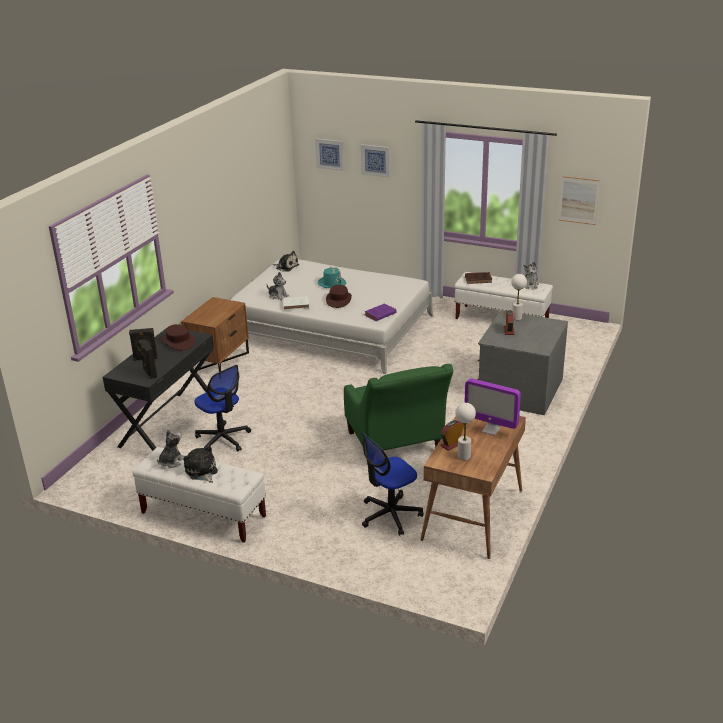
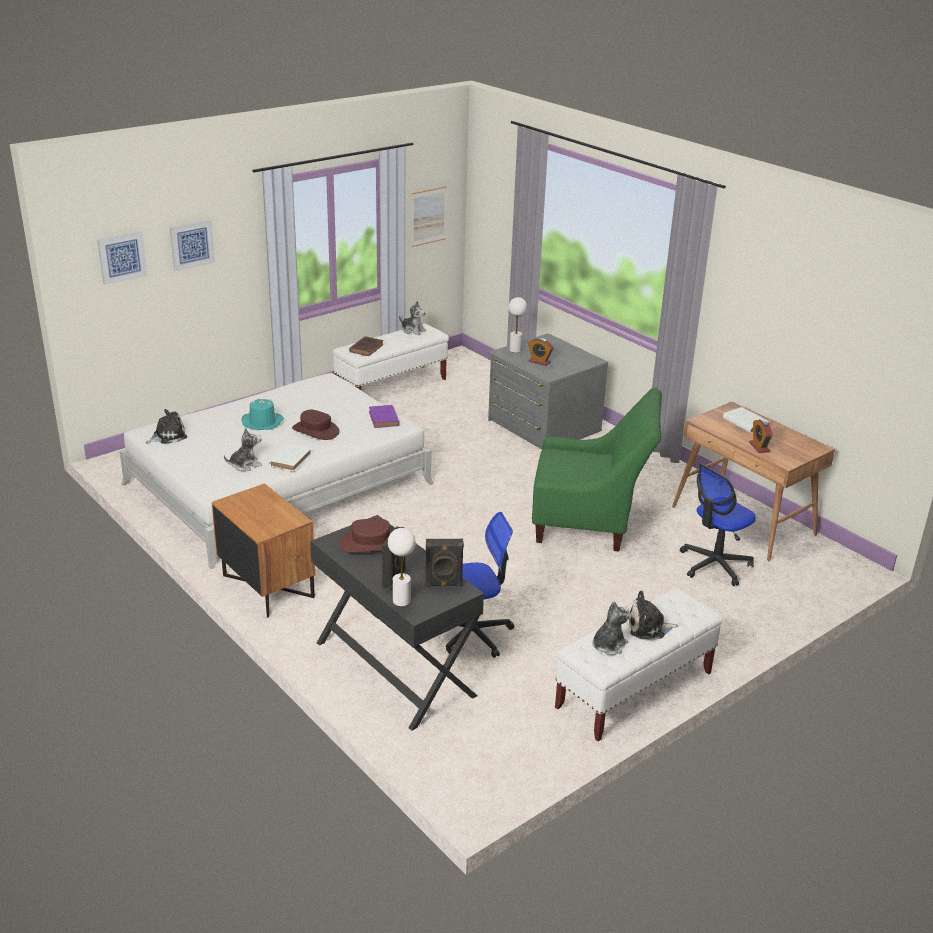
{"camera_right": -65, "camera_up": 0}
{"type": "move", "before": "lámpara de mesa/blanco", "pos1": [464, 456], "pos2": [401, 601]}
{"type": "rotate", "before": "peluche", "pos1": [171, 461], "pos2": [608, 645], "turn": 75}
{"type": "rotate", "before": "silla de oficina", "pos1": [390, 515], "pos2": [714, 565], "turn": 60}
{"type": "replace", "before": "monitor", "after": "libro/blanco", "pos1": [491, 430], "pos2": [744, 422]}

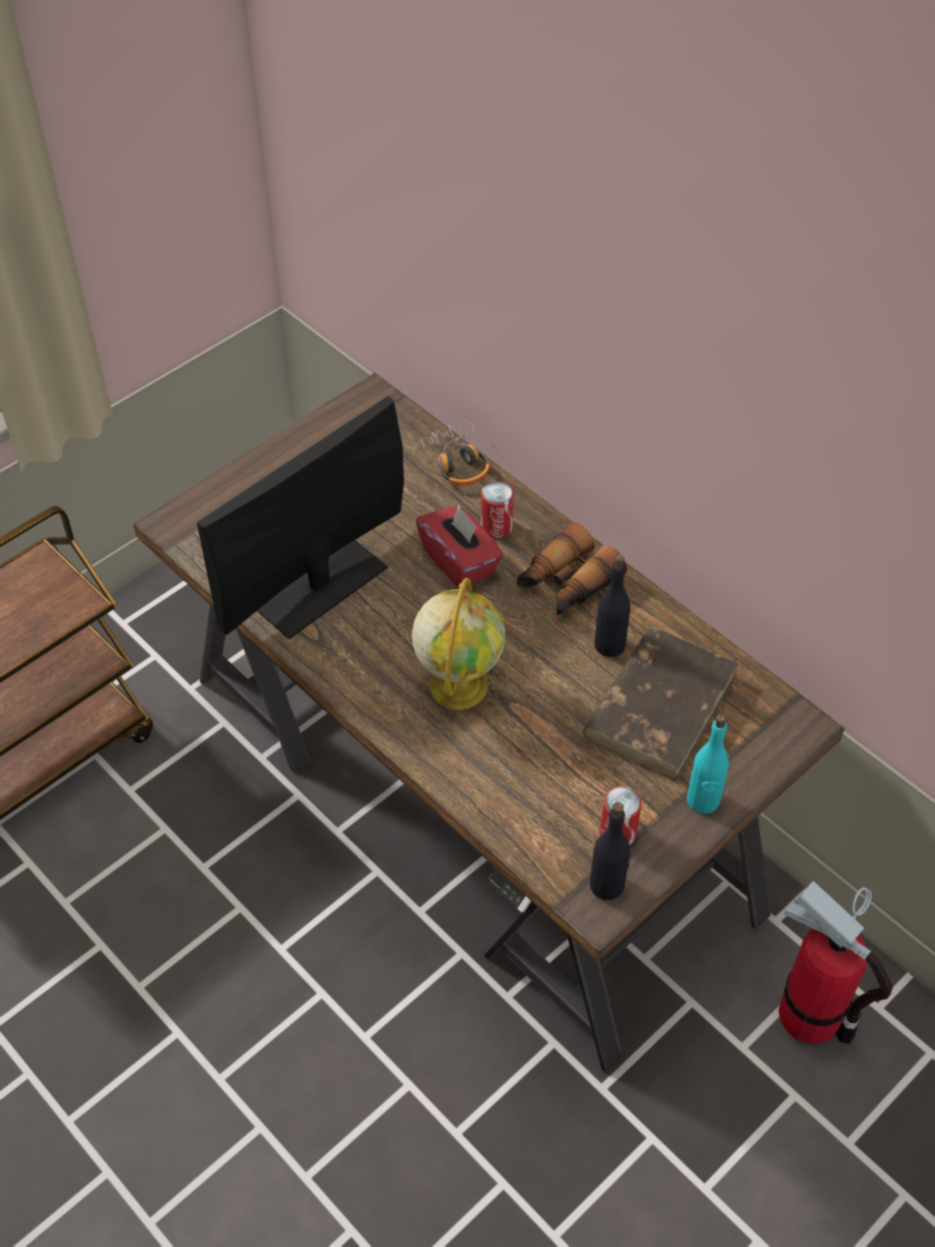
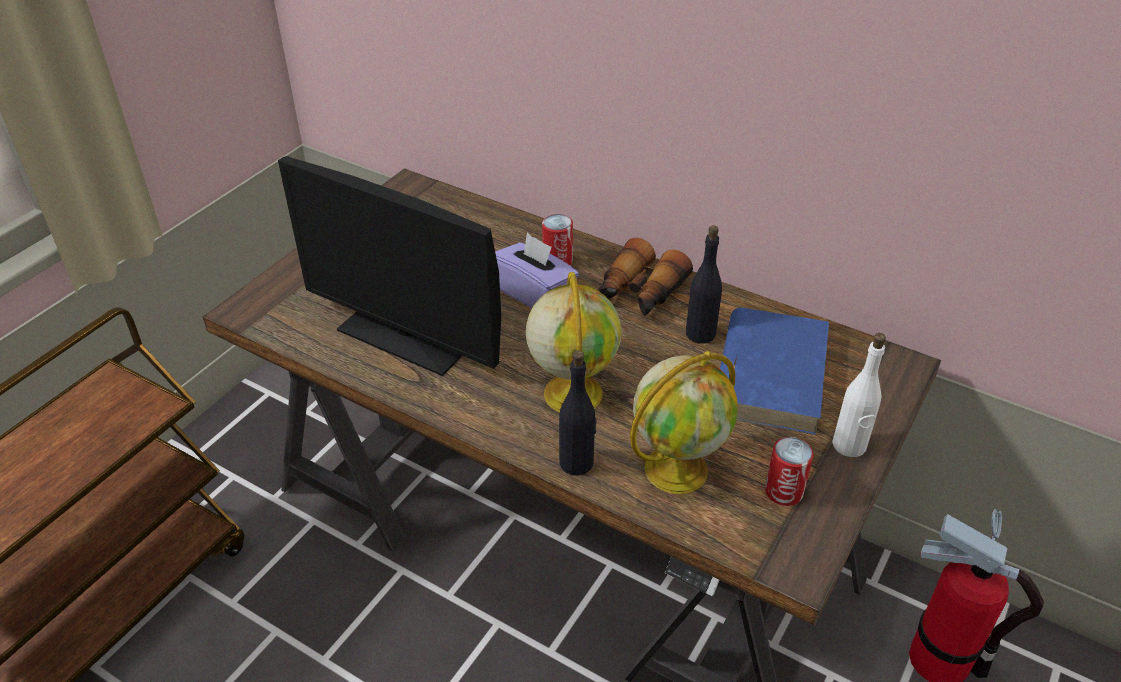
{"camera_right": -15, "camera_up": -10}
{"type": "rotate", "before": "monitor", "pos1": [319, 586], "pos2": [406, 335], "turn": -90}
{"type": "recolor", "before": "caja de pañuelos/rojo", "after": "caja de pañuelos/morado", "pos1": [460, 562], "pos2": [534, 293]}
{"type": "move", "before": "botella/negro", "pos1": [607, 885], "pos2": [577, 462]}
{"type": "insert", "after": "globo terráqueo", "pos2": [677, 468]}
{"type": "recolor", "before": "libro/marrón", "after": "libro/azul", "pos1": [661, 706], "pos2": [770, 374]}
{"type": "recolor", "before": "botella/turquesa", "after": "botella/blanco", "pos1": [703, 800], "pos2": [849, 445]}
{"type": "delete", "before": "auriculares", "pos1": [456, 462]}

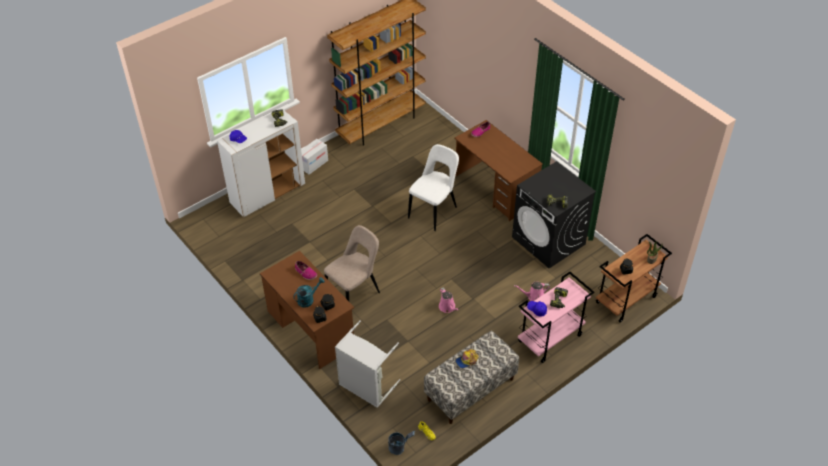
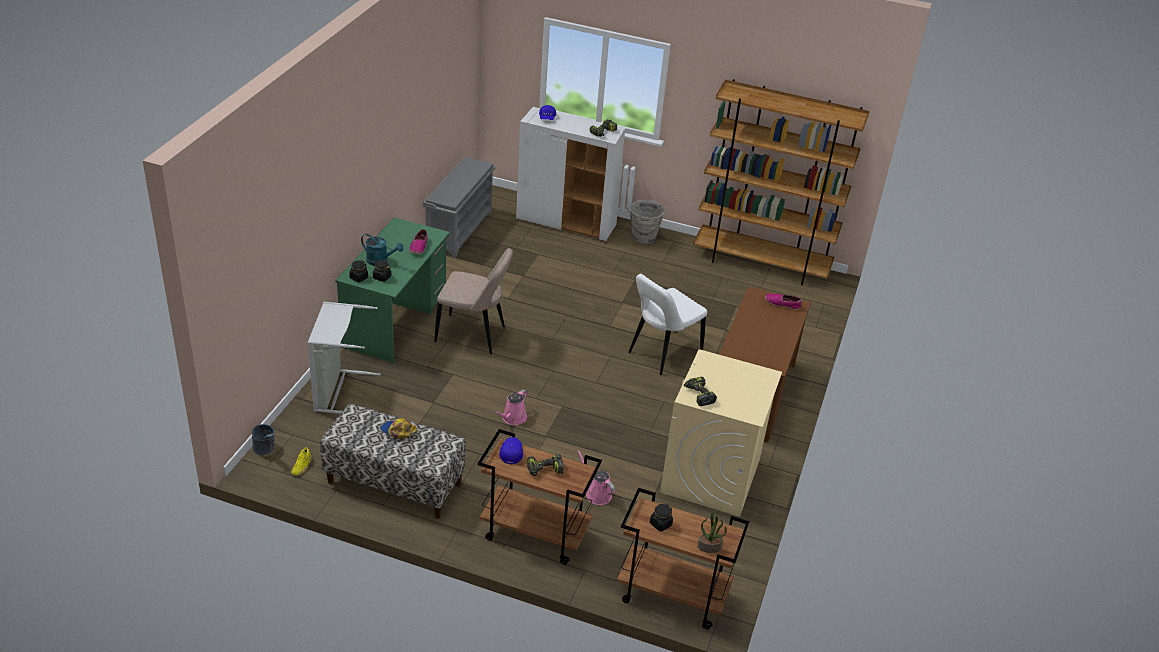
{"camera_right": 55, "camera_up": -10}
{"type": "recolor", "before": "escritorio/marrón", "after": "escritorio/verde", "pos1": [310, 328], "pos2": [395, 321]}
{"type": "insert", "after": "zapatero/gris", "pos2": [459, 230]}
{"type": "recolor", "before": "carrito/rosa", "after": "carrito/marrón", "pos1": [550, 339], "pos2": [534, 534]}
{"type": "replace", "before": "caja de cartón", "after": "cubo/gris", "pos1": [313, 164], "pos2": [643, 237]}
{"type": "rotate", "before": "silla/blanco", "pos1": [434, 211], "pos2": [662, 354], "turn": 135}
{"type": "recolor", "before": "lavadora/negro", "after": "lavadora/beis", "pos1": [549, 241], "pos2": [710, 476]}

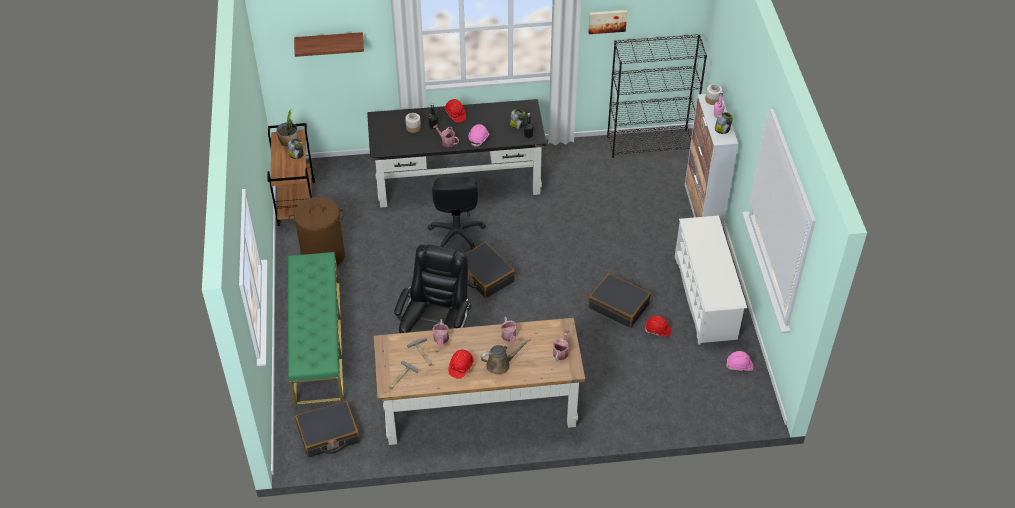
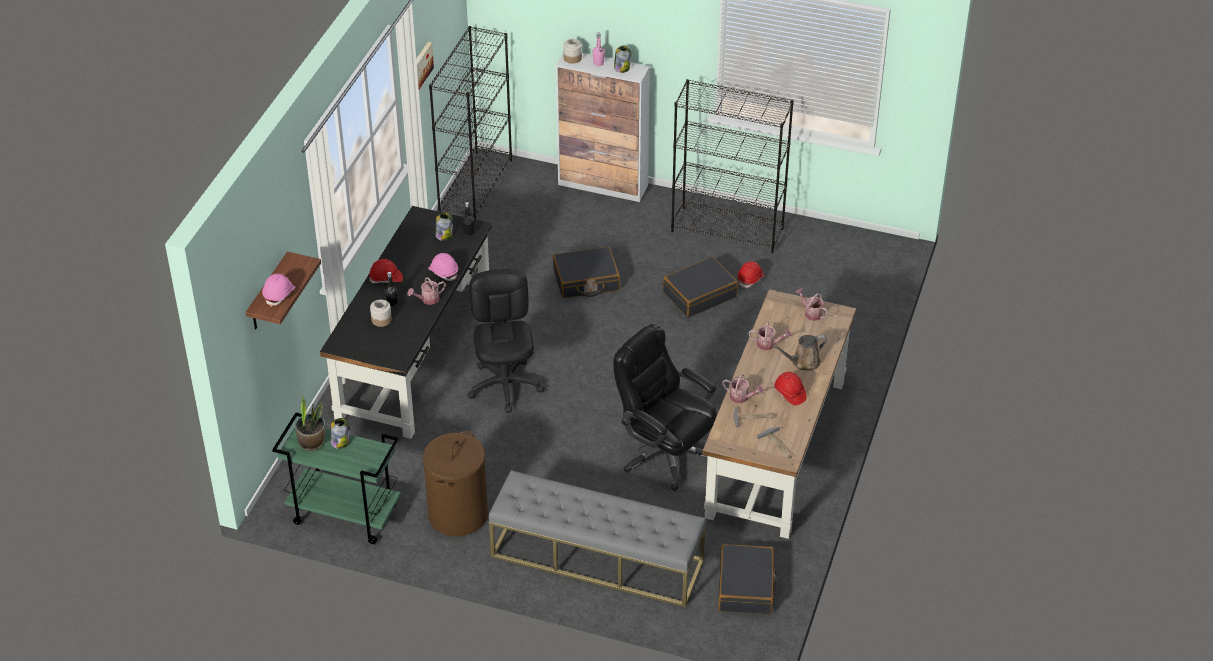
{"camera_right": -65, "camera_up": -5}
{"type": "move", "before": "casco/rosa", "pos1": [739, 365], "pos2": [279, 294]}
{"type": "recolor", "before": "carrito/marrón", "after": "carrito/verde", "pos1": [296, 203], "pos2": [343, 515]}
{"type": "rotate", "before": "silla de oficina/negro", "pos1": [456, 234], "pos2": [505, 385], "turn": -120}
{"type": "recolor", "before": "banco/verde", "after": "banco/gris", "pos1": [317, 341], "pos2": [596, 558]}
{"type": "move", "before": "maleta/negro", "pos1": [485, 276], "pos2": [586, 281]}
{"type": "replace", "before": "zapatero/blanco", "after": "estantería/negro", "pos1": [705, 298], "pos2": [728, 230]}
{"type": "rotate", "before": "regadera/marrón", "pos1": [500, 364], "pos2": [803, 362], "turn": -120}

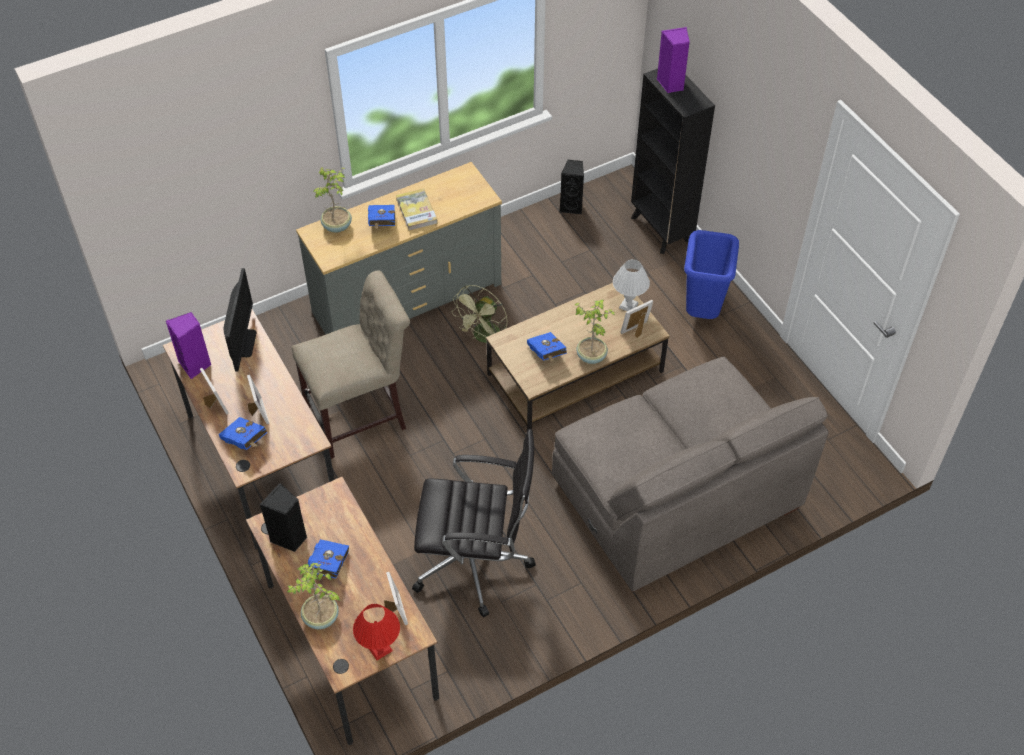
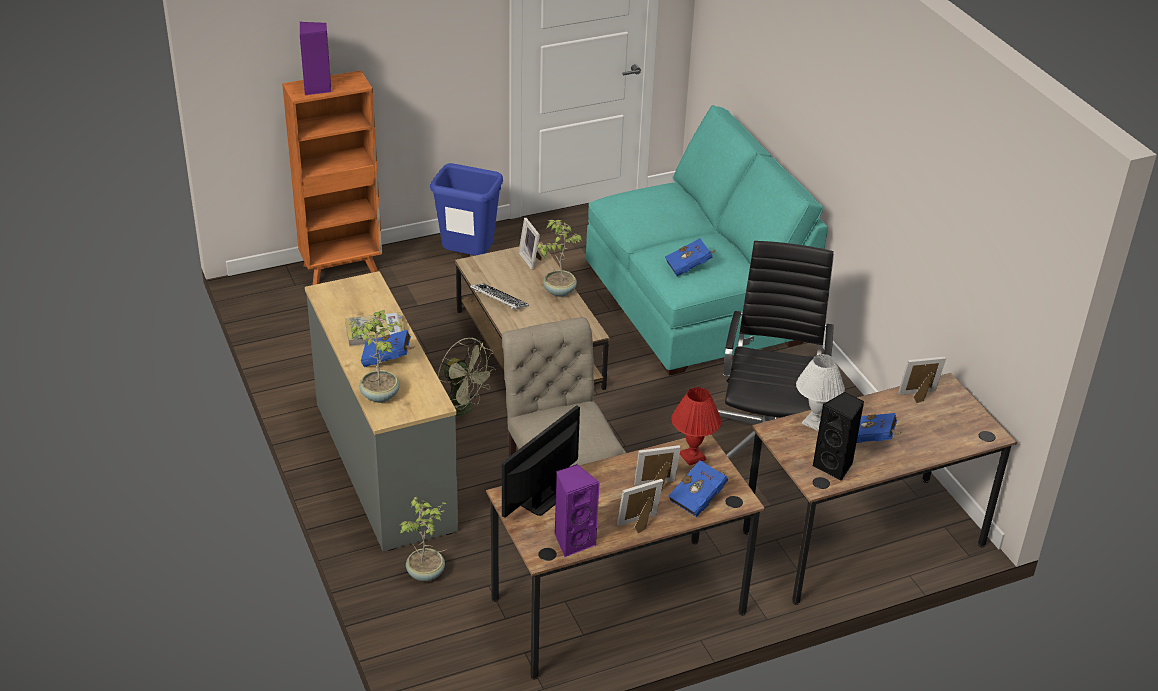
{"camera_right": -85, "camera_up": -15}
{"type": "recolor", "before": "estantería/negro", "after": "estantería/naranja", "pos1": [661, 230], "pos2": [342, 269]}
{"type": "move", "before": "planta en maceta", "pos1": [320, 618], "pos2": [426, 573]}
{"type": "insert", "after": "teclado", "pos2": [499, 300]}
{"type": "rotate", "before": "monitor", "pos1": [242, 343], "pos2": [543, 498], "turn": -60}
{"type": "recolor", "before": "sofá/gris", "after": "sofá/turquesa", "pos1": [675, 494], "pos2": [693, 305]}
{"type": "move", "before": "libro/azul", "pos1": [546, 354], "pos2": [690, 267]}
{"type": "move", "before": "lámpara de mesa/rojo", "pos1": [379, 649], "pos2": [693, 457]}
{"type": "move", "before": "lámpara de mesa/blanco", "pos1": [628, 306], "pos2": [815, 422]}
{"type": "delete", "before": "altavoz/negro", "pos1": [572, 206]}

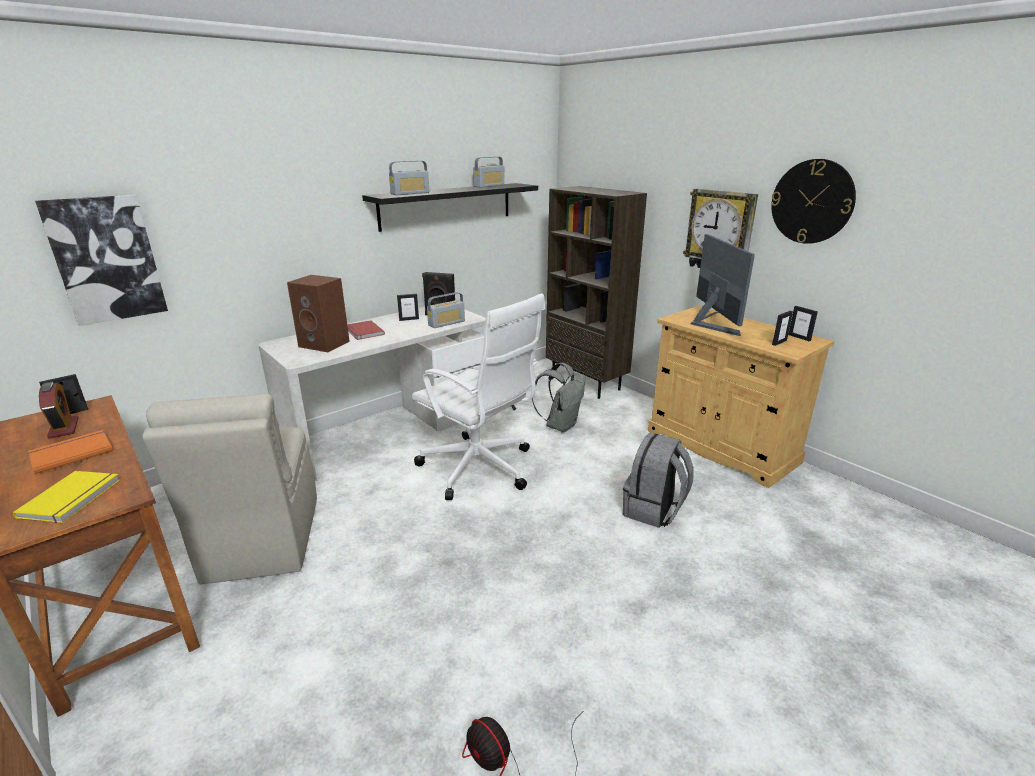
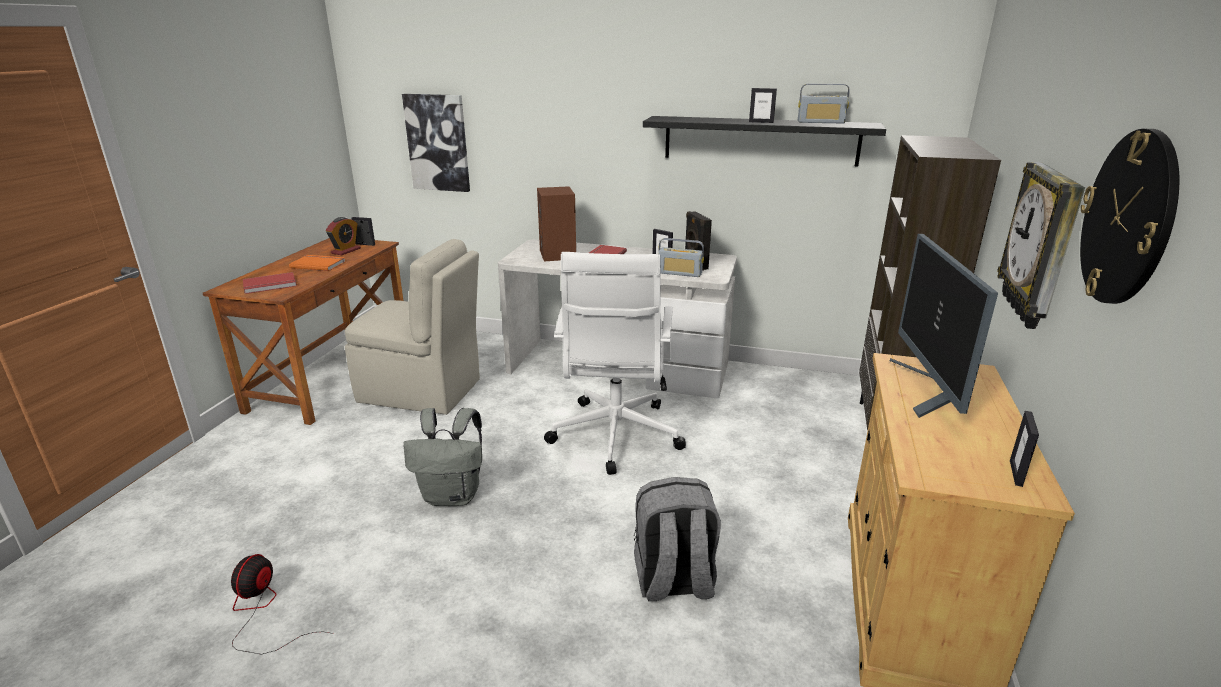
{"camera_right": 55, "camera_up": 0}
{"type": "recolor", "before": "libro/amarillo", "after": "libro/rojo", "pos1": [73, 498], "pos2": [270, 285]}
{"type": "rotate", "before": "silla/beis", "pos1": [262, 541], "pos2": [422, 391], "turn": -120}
{"type": "move", "before": "mochila/gris", "pos1": [560, 425], "pos2": [453, 496]}
{"type": "move", "before": "portarretratos", "pos1": [779, 342], "pos2": [761, 122]}
{"type": "rotate", "before": "monitor", "pos1": [711, 323], "pos2": [929, 390], "turn": 135}
{"type": "delete", "before": "radio", "pos1": [410, 193]}

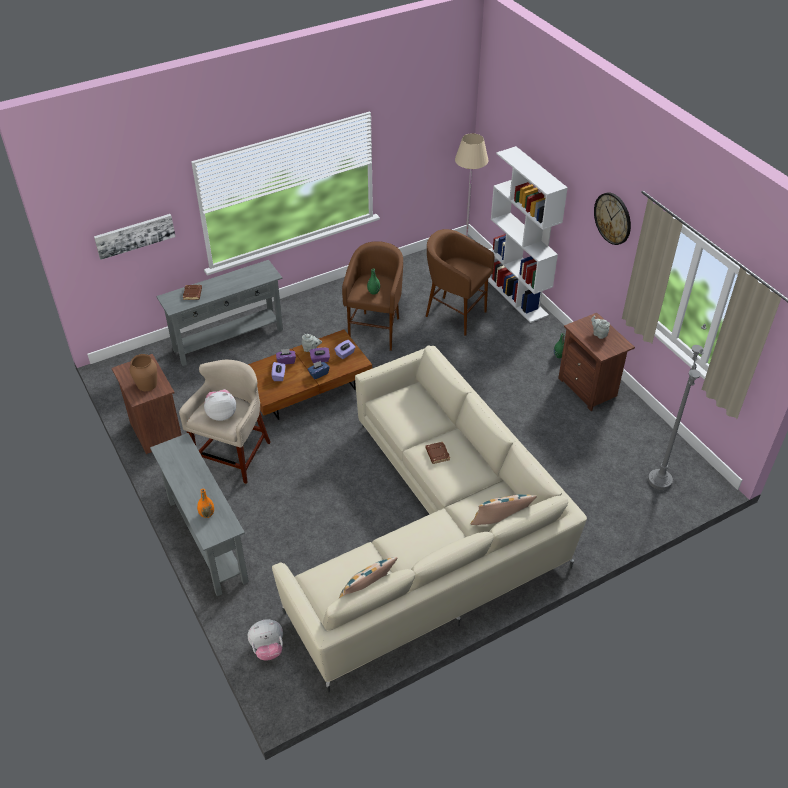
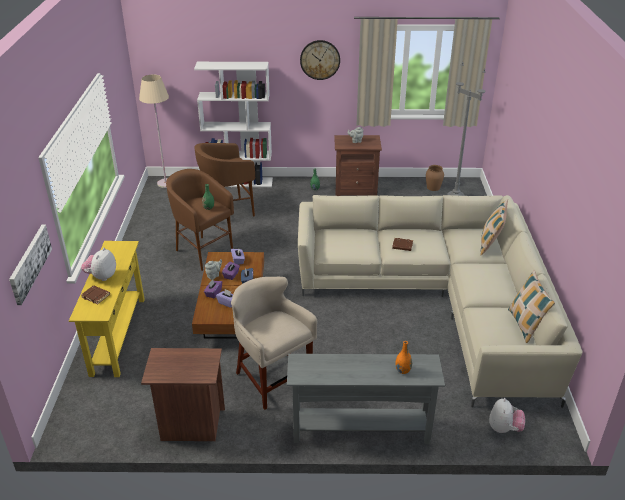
{"camera_right": -60, "camera_up": -10}
{"type": "recolor", "before": "mesa consola/gris", "after": "mesa consola/amarillo", "pos1": [228, 339], "pos2": [118, 335]}
{"type": "move", "before": "peluche", "pos1": [221, 414], "pos2": [101, 276]}
{"type": "move", "before": "florero/marrón", "pos1": [147, 384], "pos2": [433, 187]}

